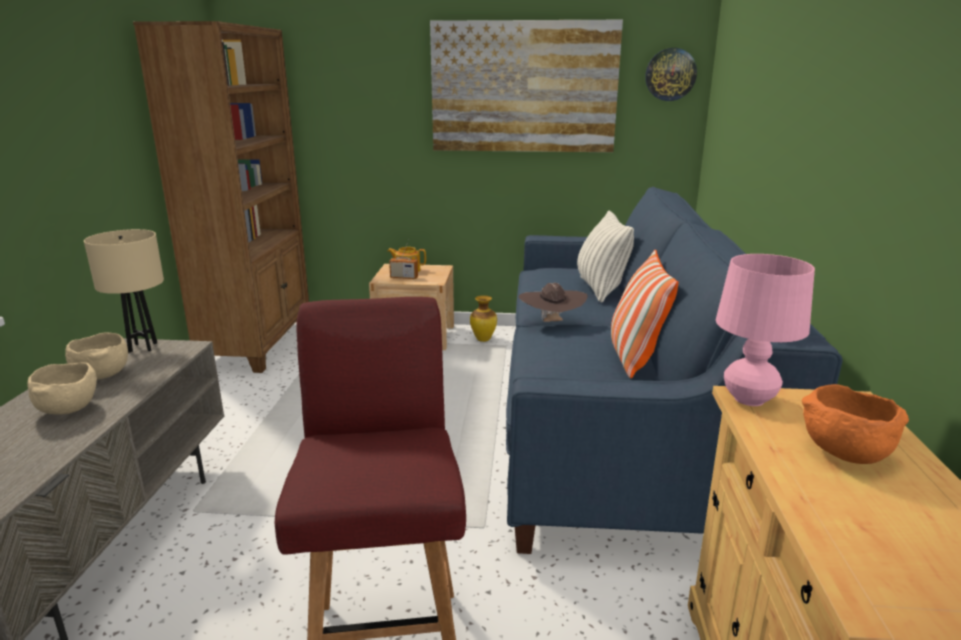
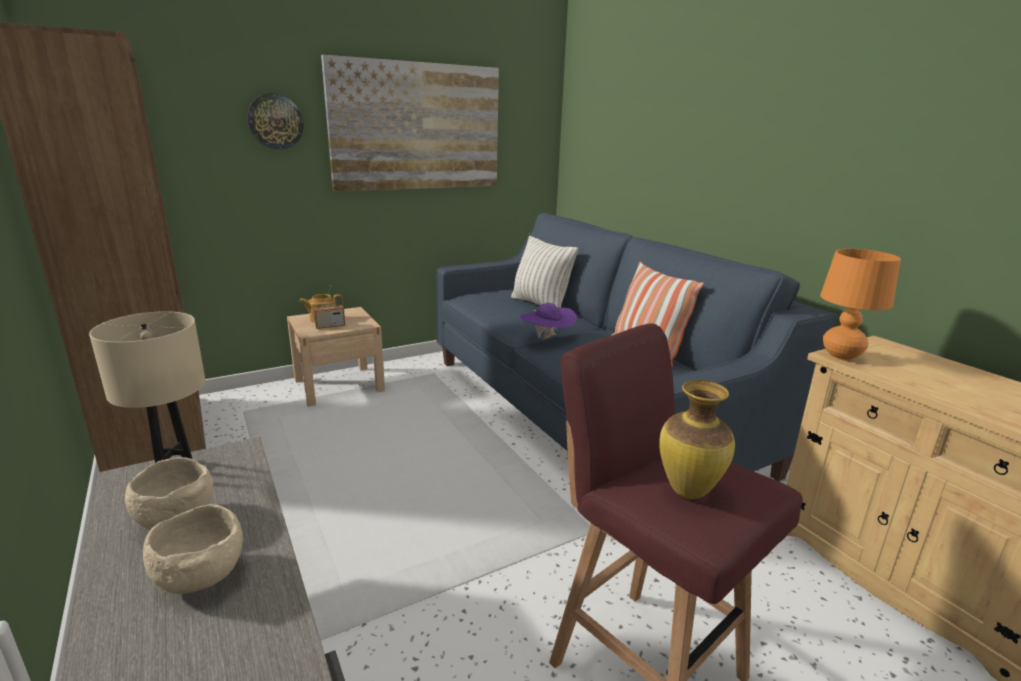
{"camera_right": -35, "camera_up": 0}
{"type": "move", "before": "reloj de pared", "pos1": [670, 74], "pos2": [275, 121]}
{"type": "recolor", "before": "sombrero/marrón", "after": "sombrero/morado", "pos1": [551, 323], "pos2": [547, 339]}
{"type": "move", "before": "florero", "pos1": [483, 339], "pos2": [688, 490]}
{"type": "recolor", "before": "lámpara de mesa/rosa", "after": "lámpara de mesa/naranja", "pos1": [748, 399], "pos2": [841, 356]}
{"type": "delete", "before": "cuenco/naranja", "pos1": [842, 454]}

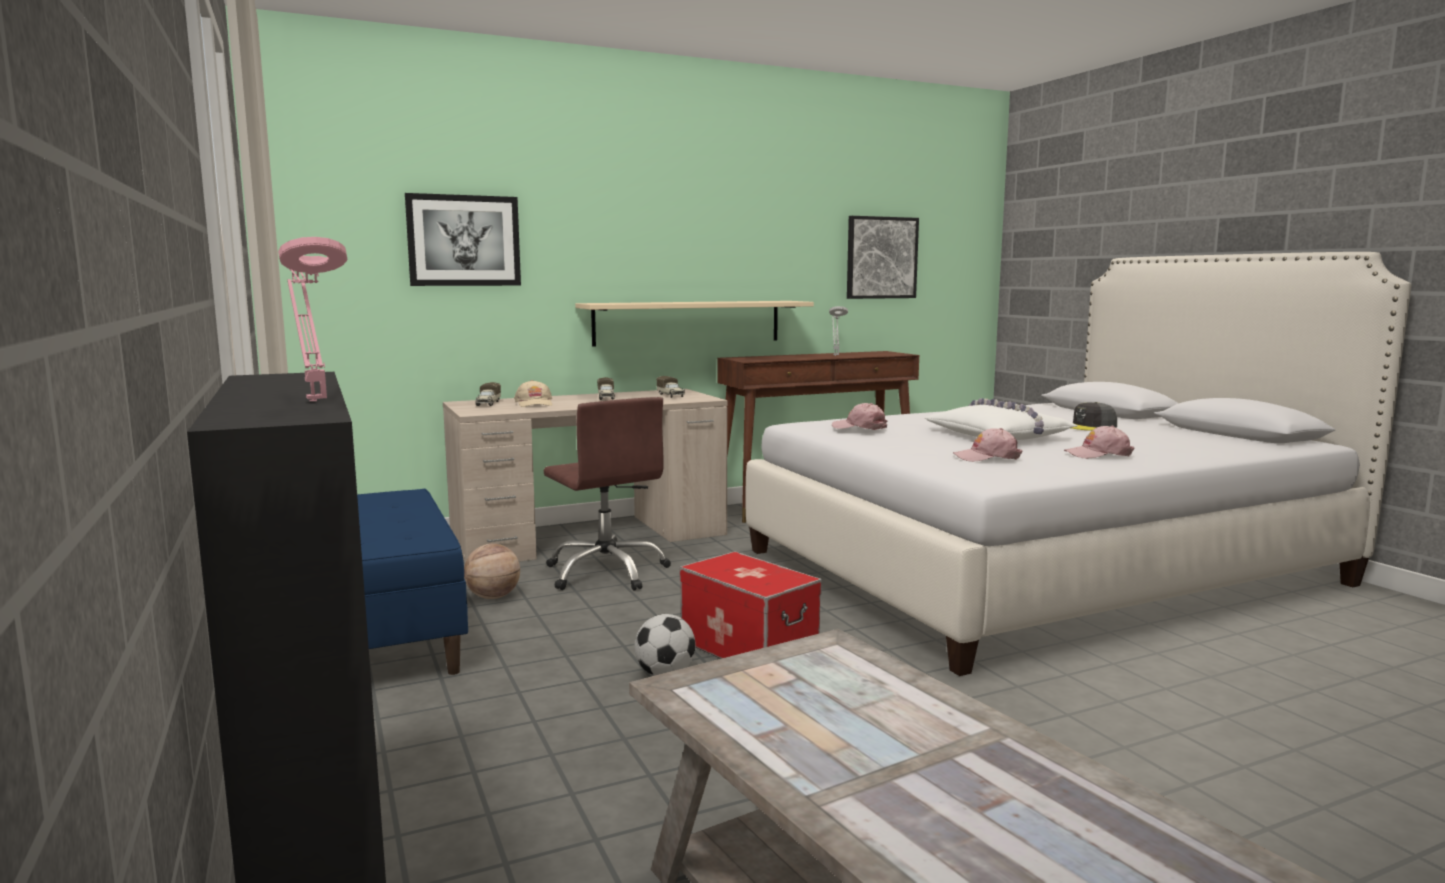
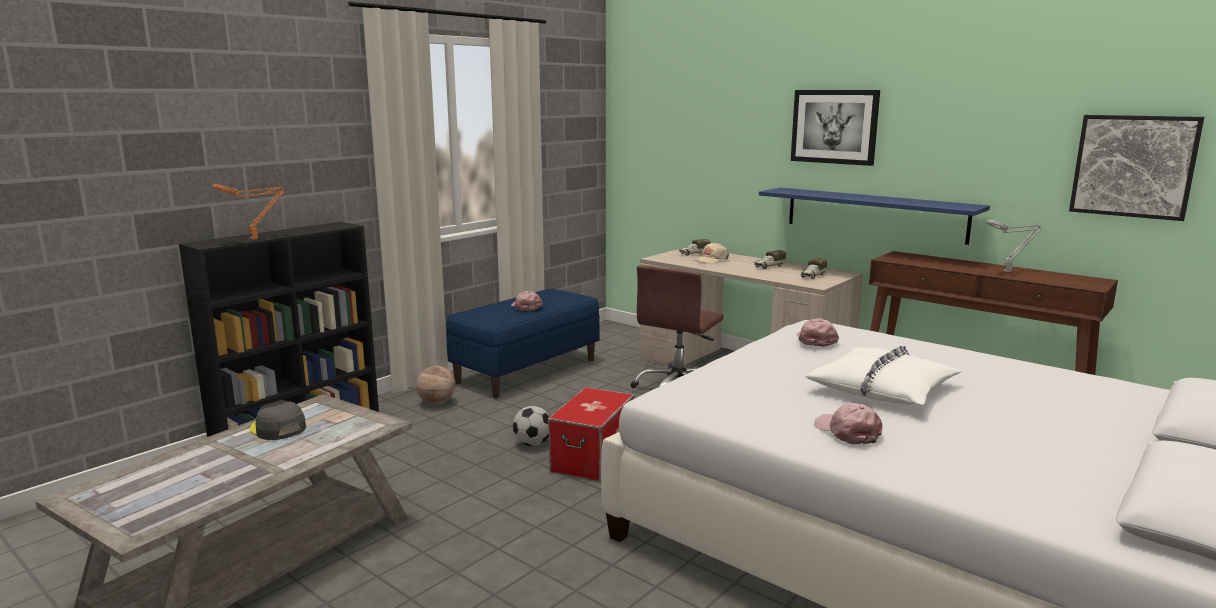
{"camera_right": 65, "camera_up": 5}
{"type": "recolor", "before": "lámpara de mesa/rosa", "after": "lámpara de mesa/naranja", "pos1": [316, 399], "pos2": [256, 239]}
{"type": "move", "before": "gorra/gris", "pos1": [1089, 426], "pos2": [277, 428]}
{"type": "move", "before": "balón de baloncesto", "pos1": [493, 597], "pos2": [437, 403]}
{"type": "move", "before": "gorra/rosa", "pos1": [987, 457], "pos2": [526, 307]}
{"type": "recolor", "before": "estante/beis", "after": "estante/azul", "pos1": [688, 322], "pos2": [874, 214]}
{"type": "move", "before": "cuadro", "pos1": [464, 240], "pos2": [834, 126]}

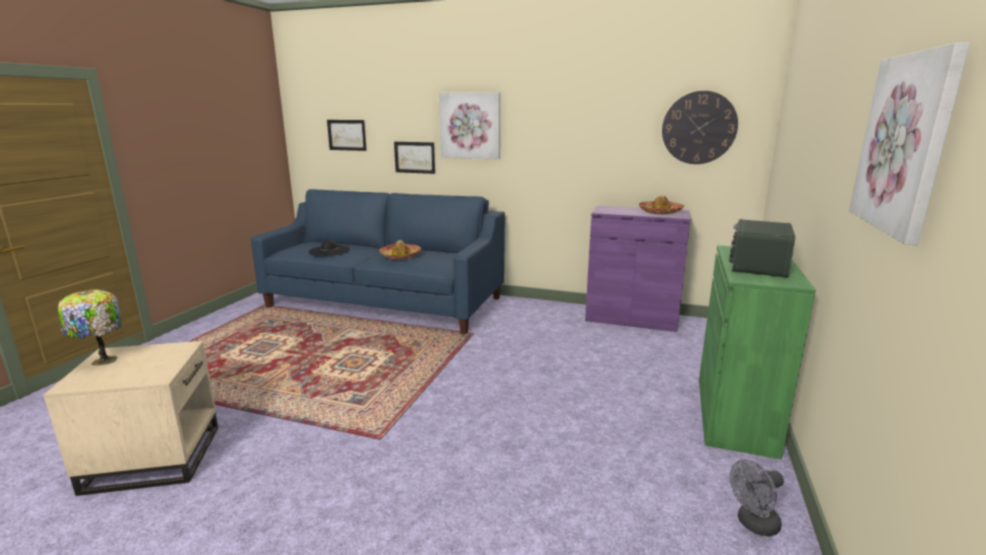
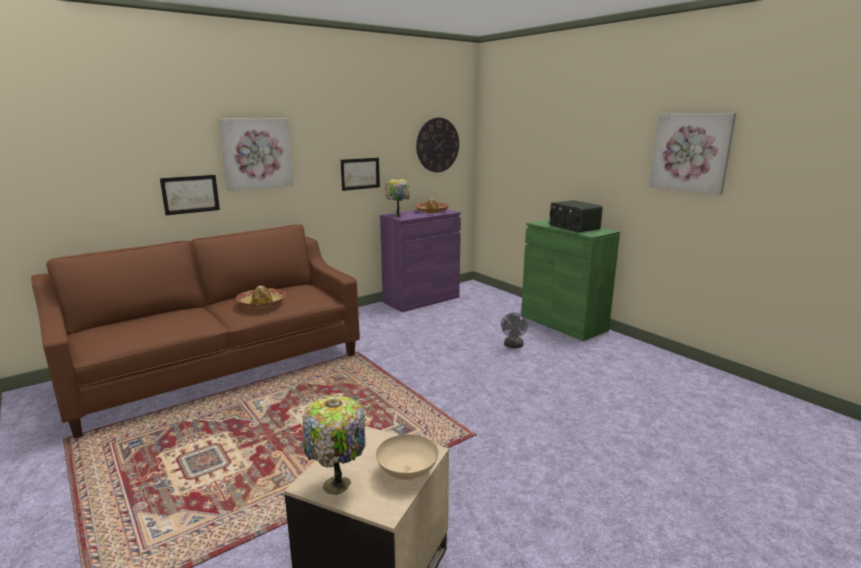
{"camera_right": -55, "camera_up": 0}
{"type": "recolor", "before": "sofá/azul", "after": "sofá/marrón", "pos1": [385, 302], "pos2": [217, 368]}
{"type": "move", "before": "cuadro", "pos1": [347, 135], "pos2": [360, 173]}
{"type": "insert", "after": "cuenco/beis", "pos2": [407, 473]}
{"type": "insert", "after": "lámpara de mesa", "pos2": [398, 216]}
{"type": "move", "before": "ventilador/gris", "pos1": [753, 524], "pos2": [513, 346]}
{"type": "delete", "before": "sombrero/negro", "pos1": [329, 251]}

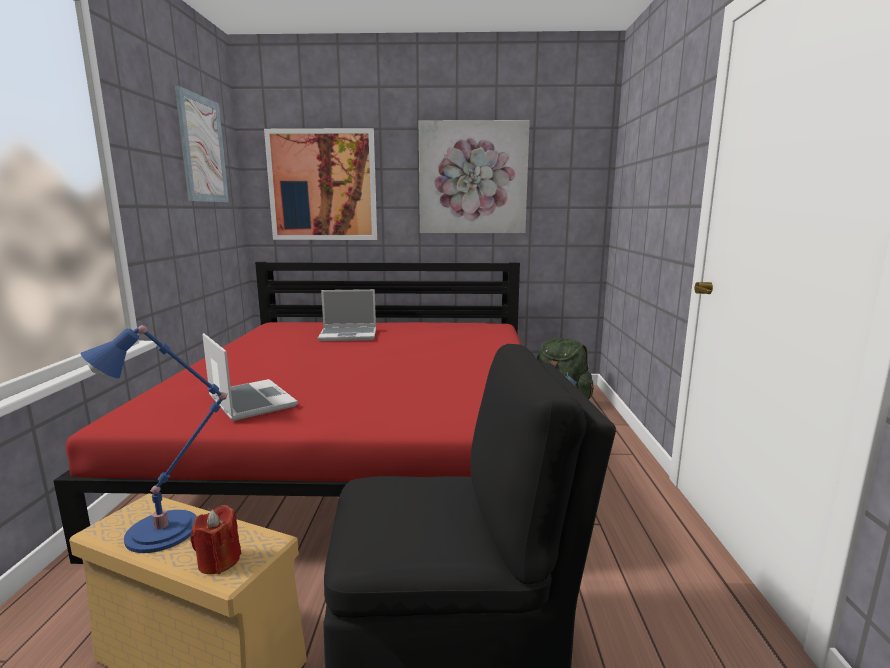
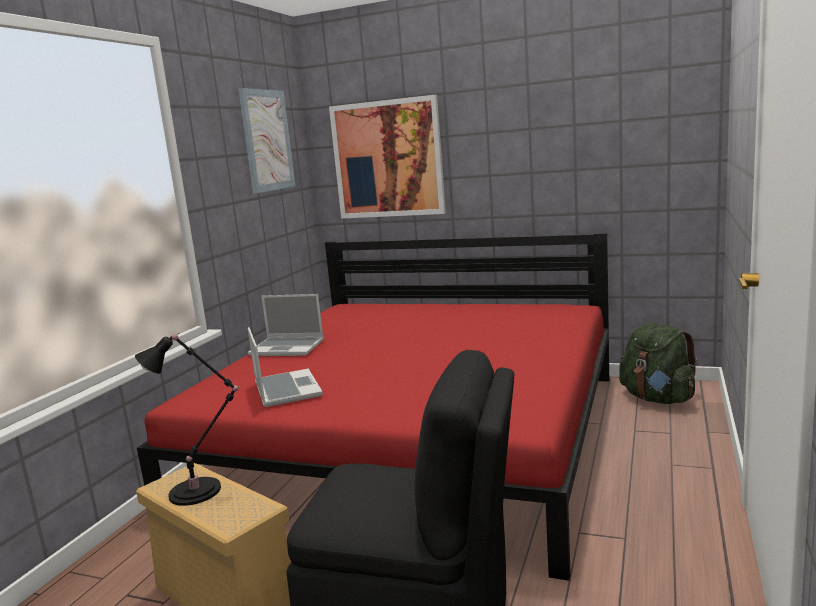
{"camera_right": 20, "camera_up": 0}
{"type": "recolor", "before": "lámpara de mesa/azul", "after": "lámpara de mesa/negro", "pos1": [169, 530], "pos2": [200, 491]}
{"type": "move", "before": "portátil", "pos1": [349, 335], "pos2": [288, 348]}
{"type": "delete", "before": "vela/rojo", "pos1": [219, 561]}
{"type": "delete", "before": "cuadro", "pos1": [473, 178]}

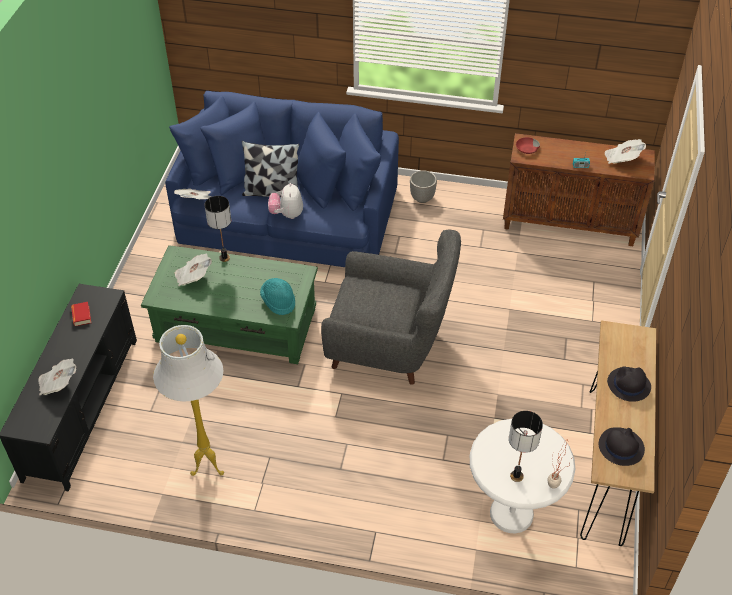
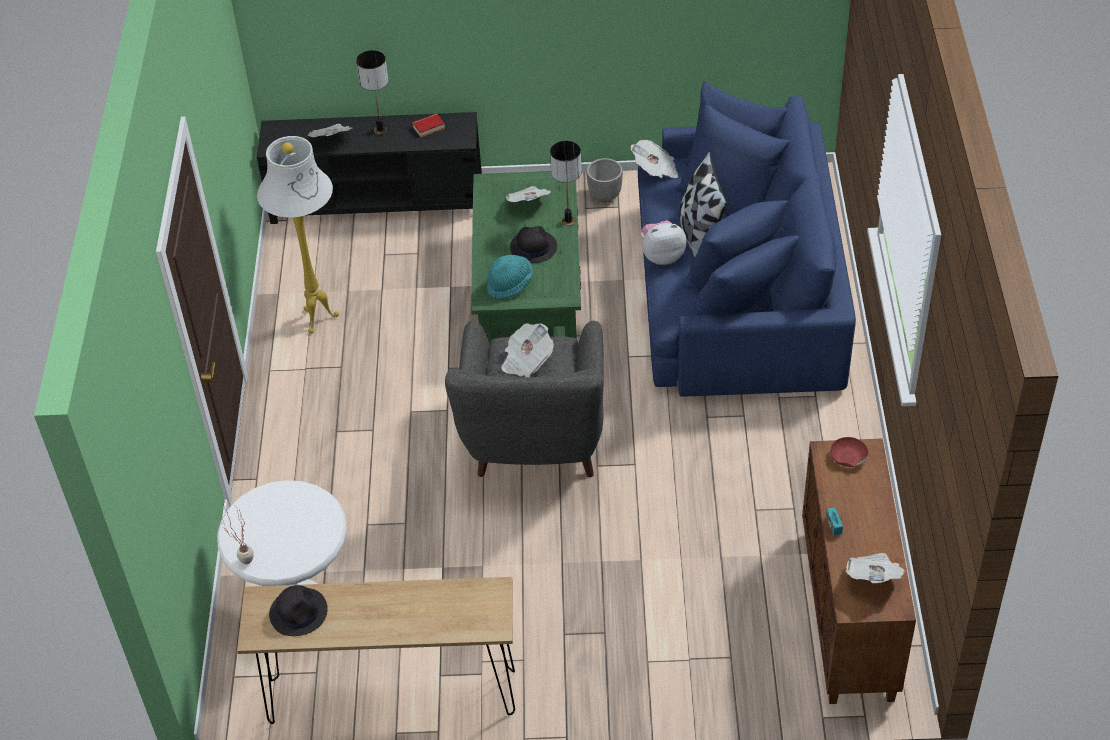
{"camera_right": 80, "camera_up": 0}
{"type": "move", "before": "lámpara de mesa", "pos1": [516, 476], "pos2": [381, 130]}
{"type": "insert", "after": "periódico", "pos2": [526, 360]}
{"type": "move", "before": "sombrero/negro", "pos1": [628, 385], "pos2": [533, 247]}
{"type": "move", "before": "maceta", "pos1": [422, 198], "pos2": [605, 196]}

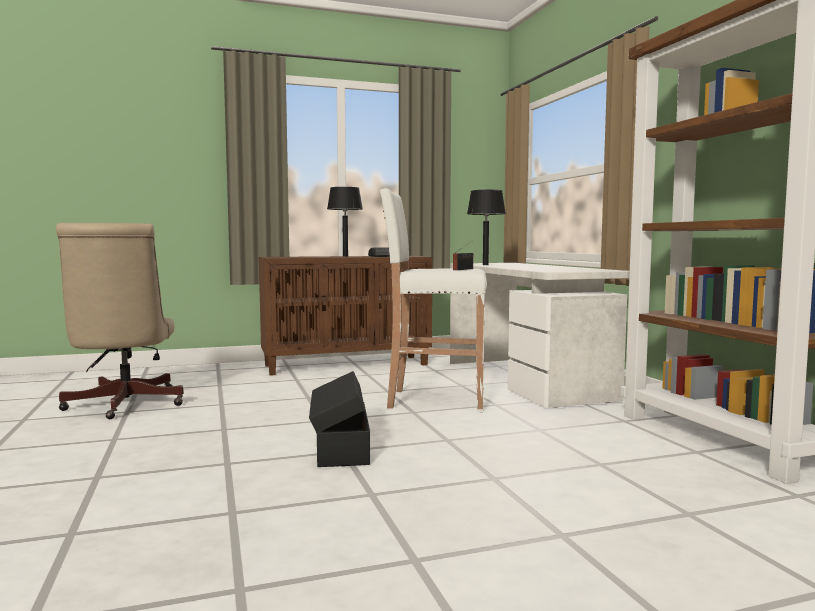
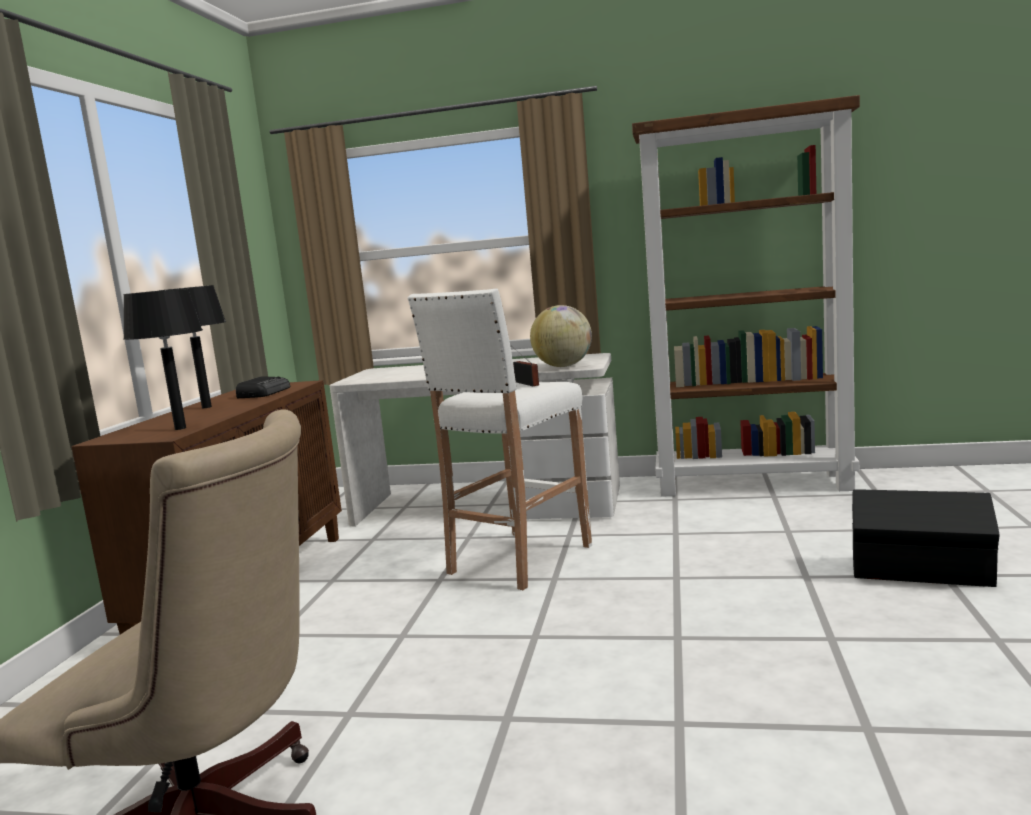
{"camera_right": -60, "camera_up": 5}
{"type": "move", "before": "lámpara de mesa/negro", "pos1": [485, 265], "pos2": [180, 428]}
{"type": "insert", "after": "globo terráqueo", "pos2": [563, 366]}
{"type": "move", "before": "caja de almacenaje/negro", "pos1": [340, 448], "pos2": [922, 572]}

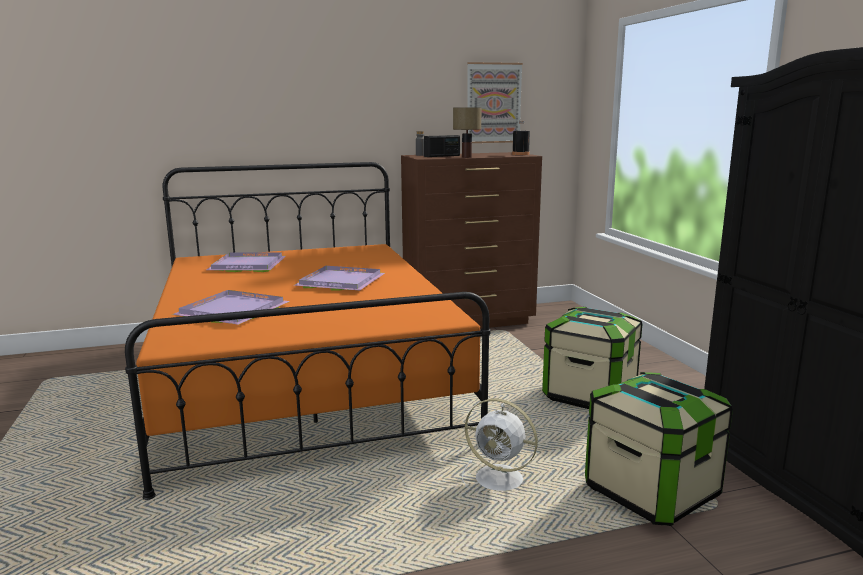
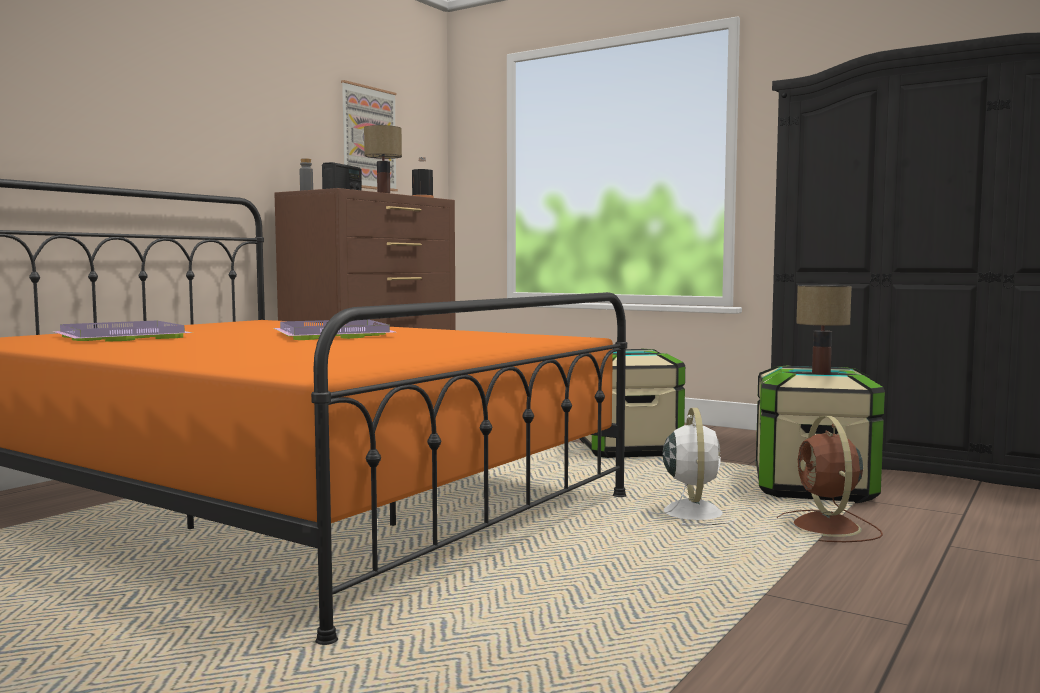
{"camera_right": -40, "camera_up": -10}
{"type": "rotate", "before": "ventilador/blanco", "pos1": [501, 479], "pos2": [692, 512], "turn": -75}
{"type": "insert", "after": "ventilador/marrón", "pos2": [827, 528]}
{"type": "insert", "after": "lámpara de mesa", "pos2": [821, 373]}
{"type": "delete", "before": "bandeja/morado", "pos1": [230, 311]}

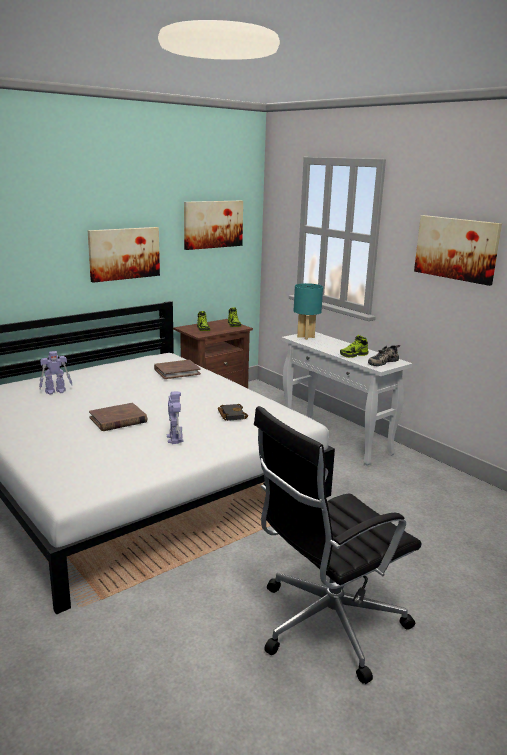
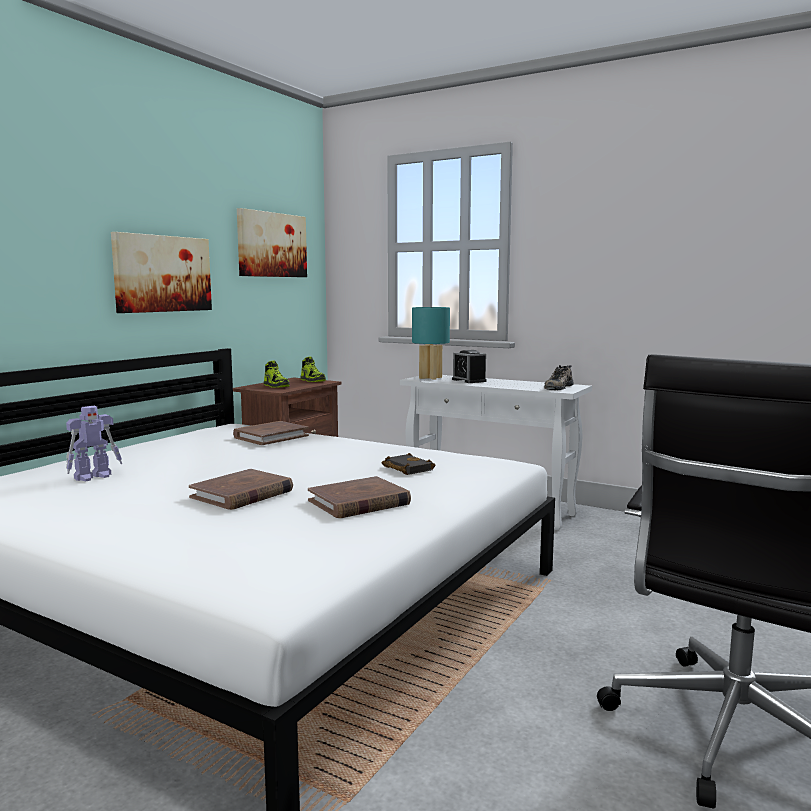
{"camera_right": -20, "camera_up": -10}
{"type": "replace", "before": "robot de juguete", "after": "libro/marrón", "pos1": [174, 438], "pos2": [359, 502]}
{"type": "insert", "after": "despertador", "pos2": [469, 380]}
{"type": "delete", "before": "zapato", "pos1": [353, 355]}
{"type": "delete", "before": "cuadro", "pos1": [456, 248]}

